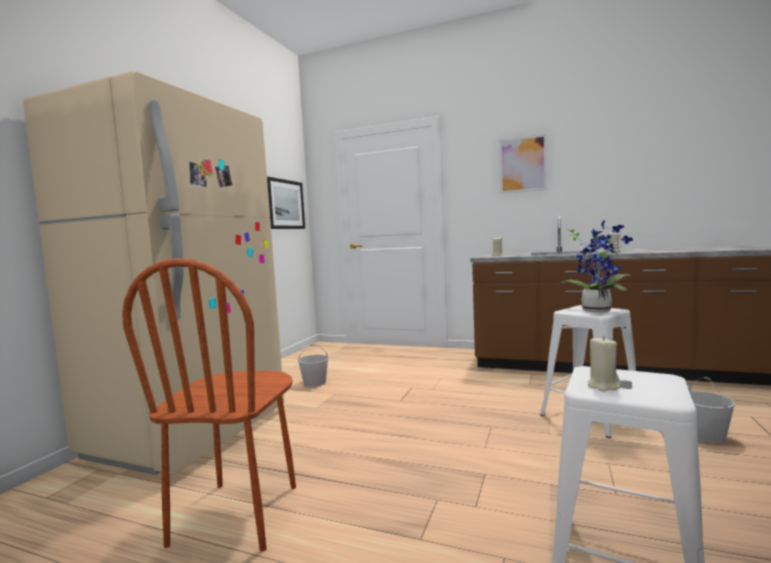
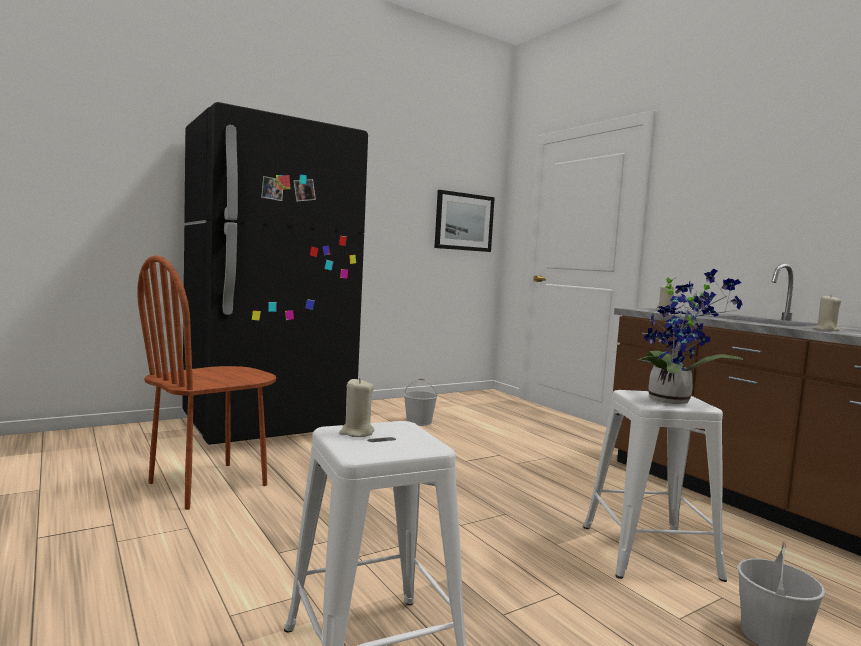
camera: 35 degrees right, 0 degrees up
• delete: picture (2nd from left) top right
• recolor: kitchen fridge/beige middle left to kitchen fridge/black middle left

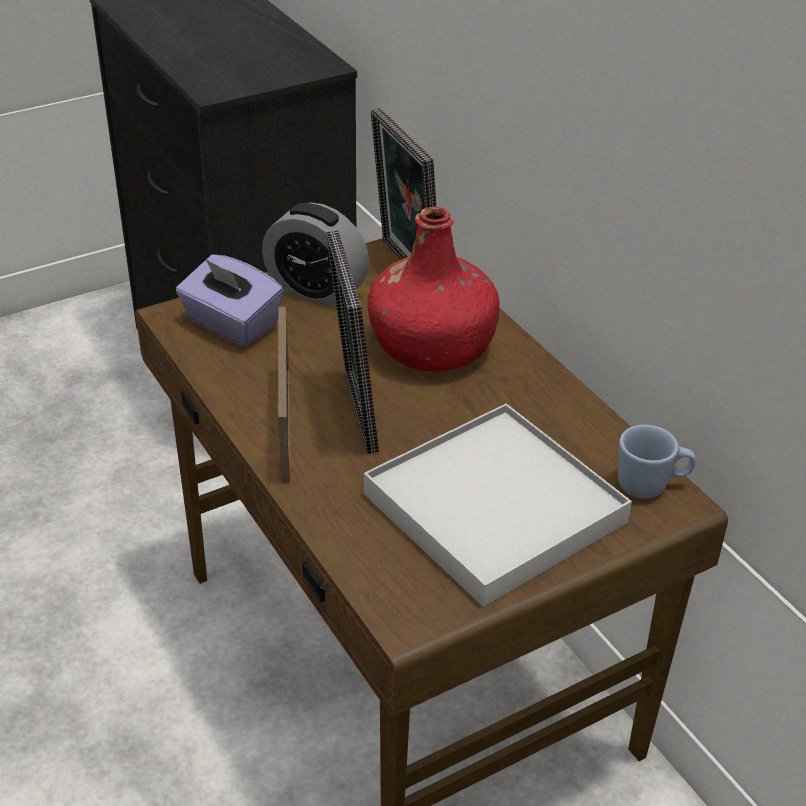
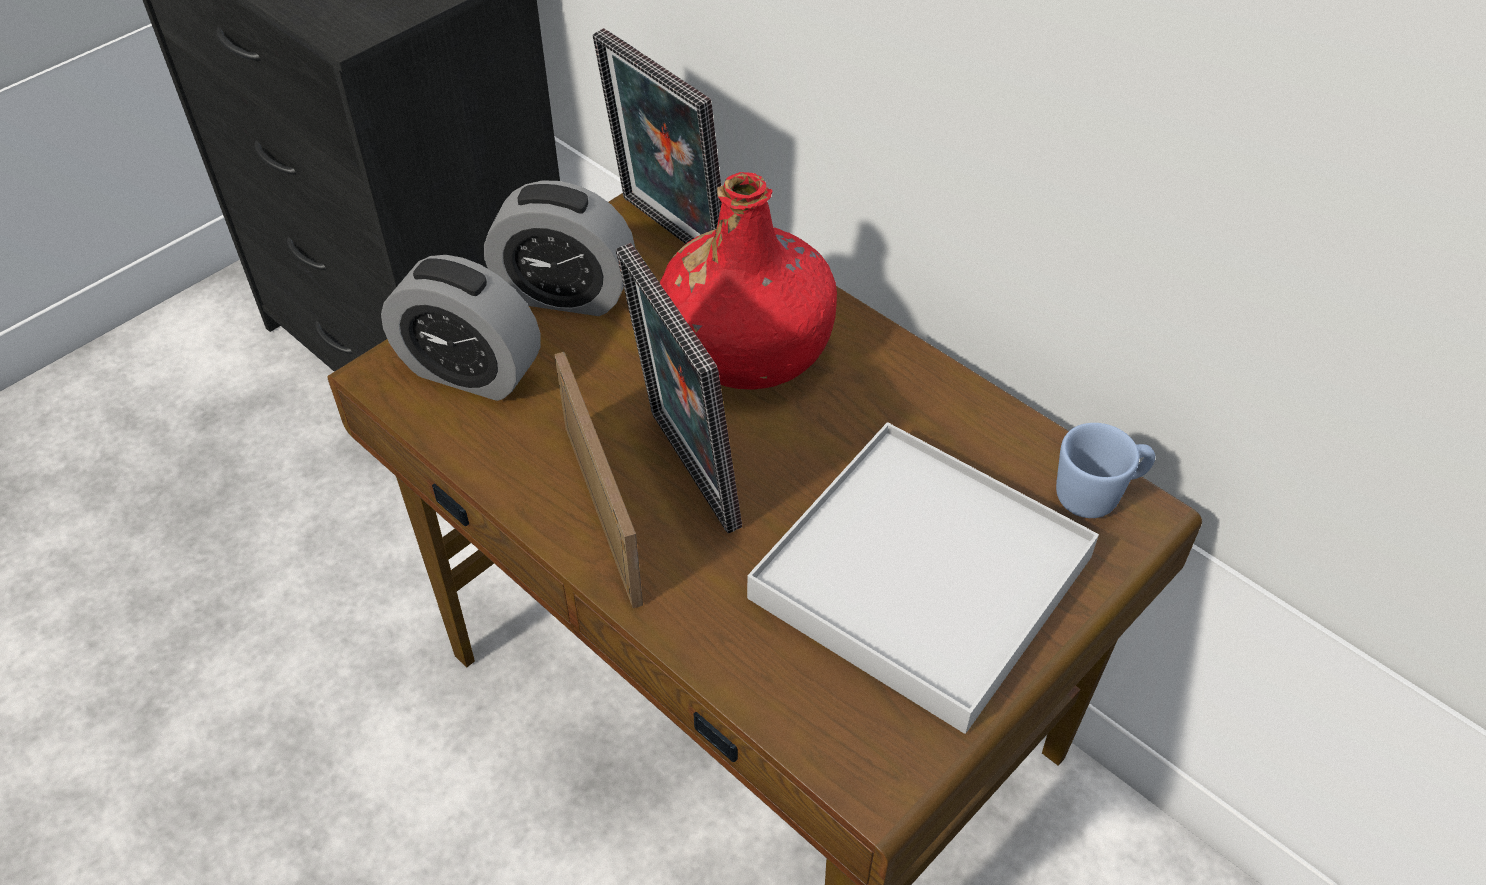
camera: 15 degrees left, 10 degrees up
• replace: tissue box/purplish middle left to bedside clock (1st from left) middle left

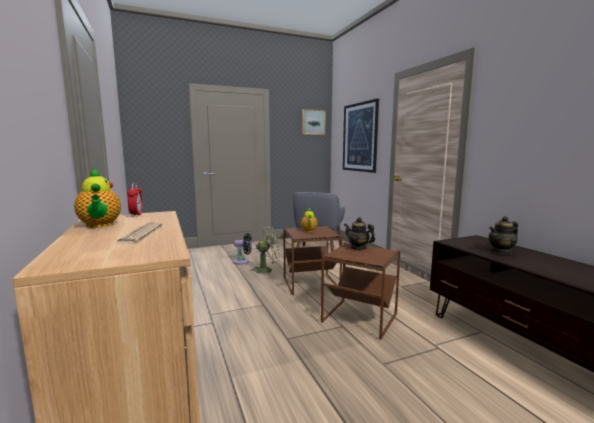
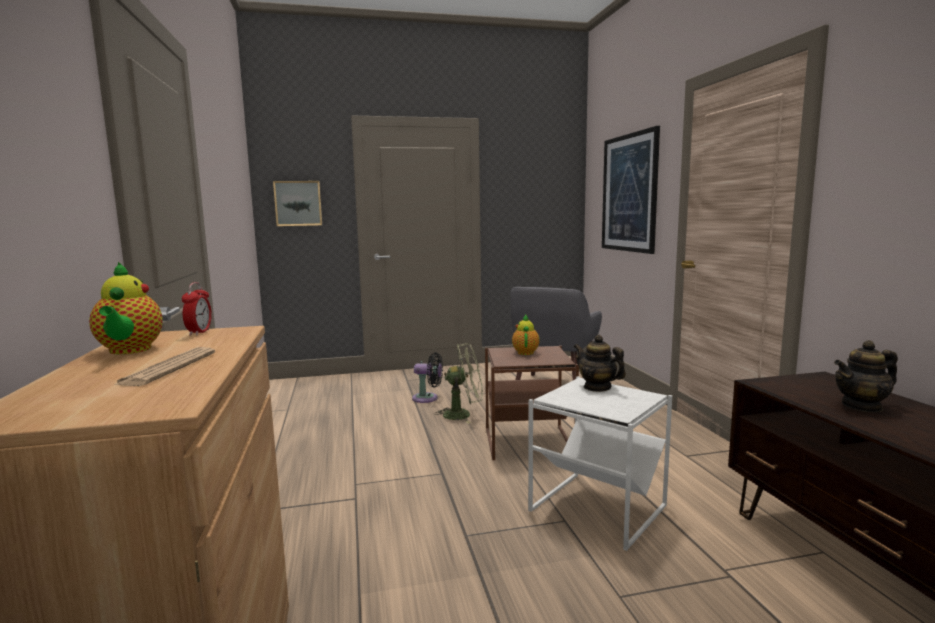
camera: 10 degrees right, 0 degrees up
• move: picture (1st from left) top centre to top left
• recolor: end table/brown-coloured (2nd from left) bottom centre to end table/white bottom centre

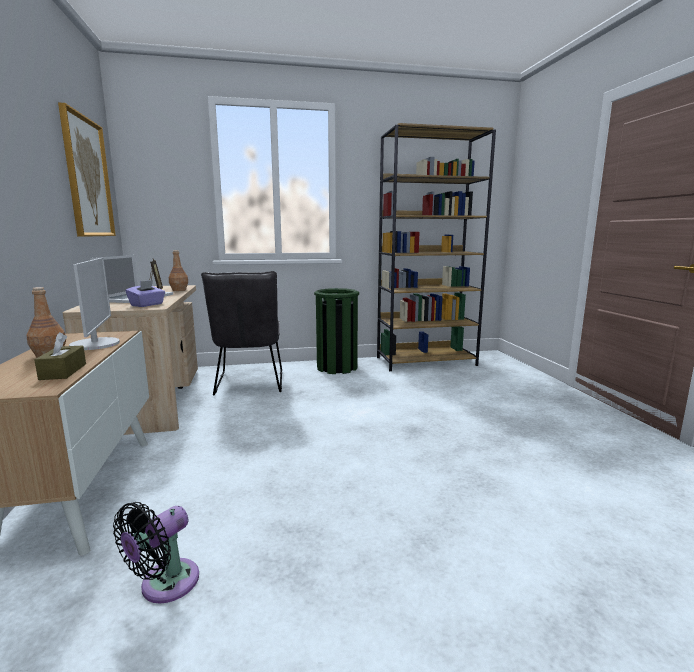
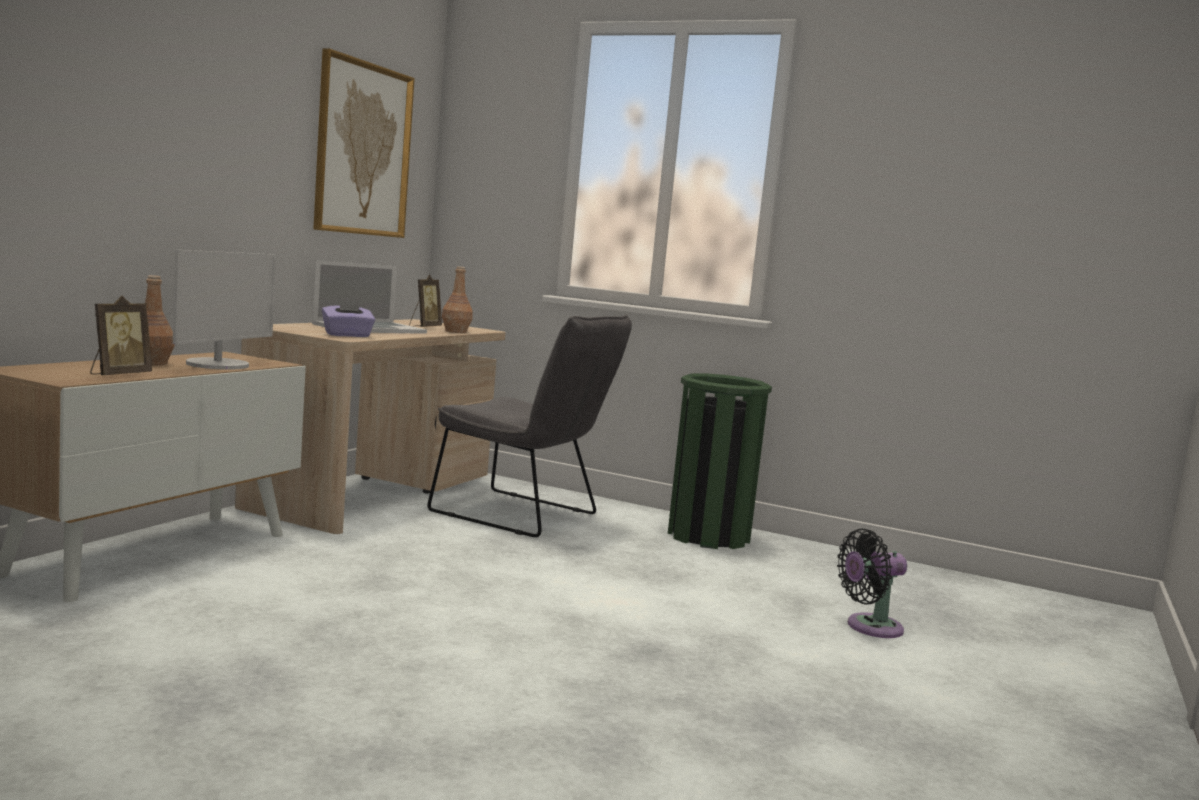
camera: 35 degrees right, 5 degrees down
• delete: shelving unit/brown-coloured centre
• move: cooling fan/black bottom left to bottom right
• replace: tissue box/brown-coloured middle left to photo frame (1st from left) middle left
• rotate: chair/greyish centre = centre 90 degrees counterclockwise

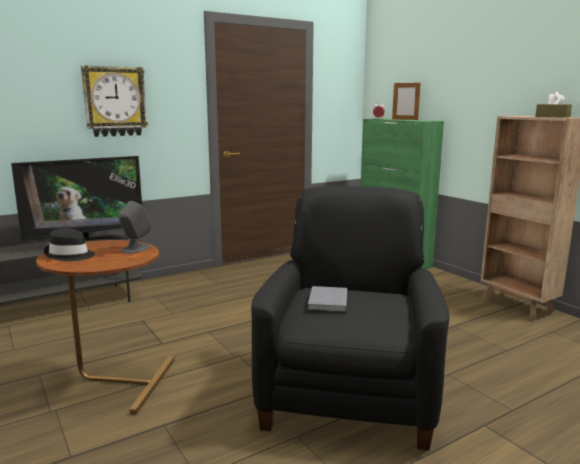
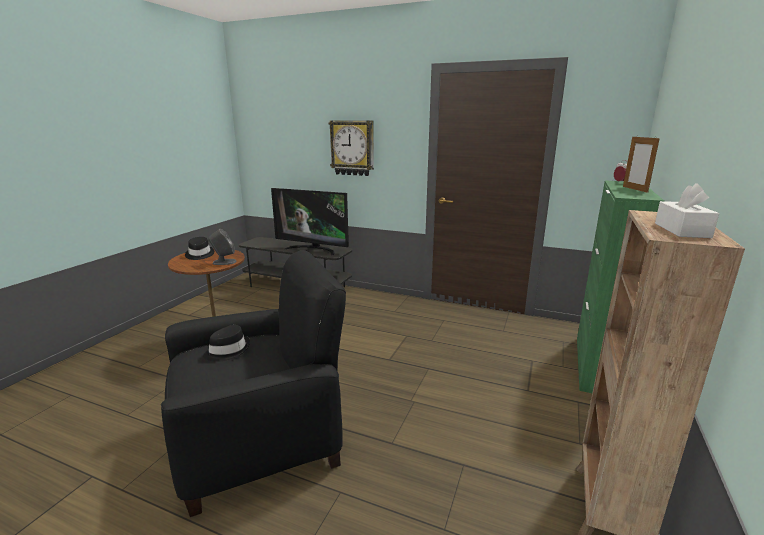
camera: 55 degrees right, 5 degrees up
• replace: volume/greyish centre to wearable hat/black (2nd from left) middle left
• recolor: tissue box/brown-coloured top right to tissue box/white middle right

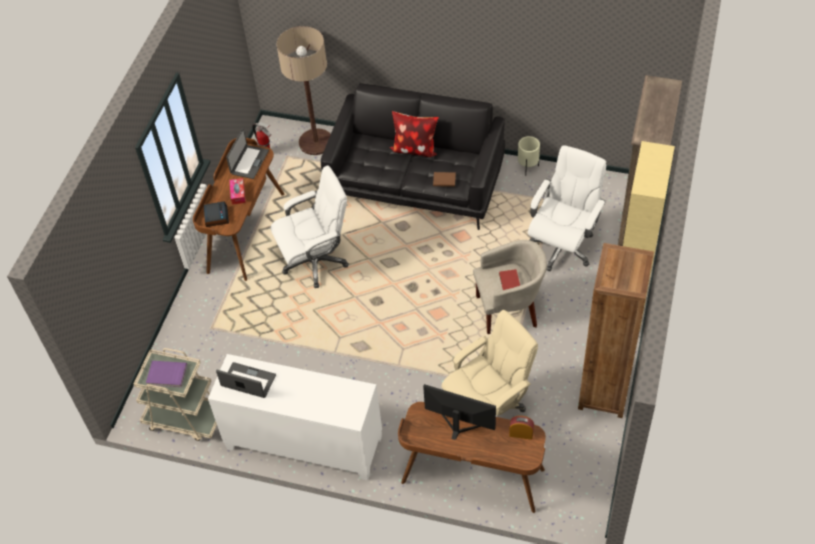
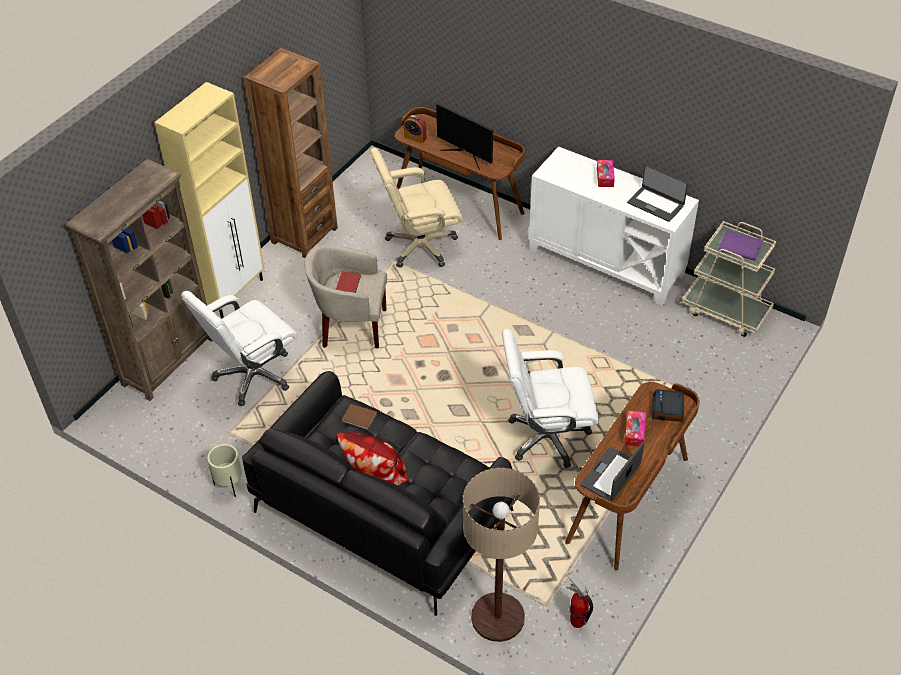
camera: 165 degrees left, 5 degrees down
• insert: tissue box (1st from left) top right

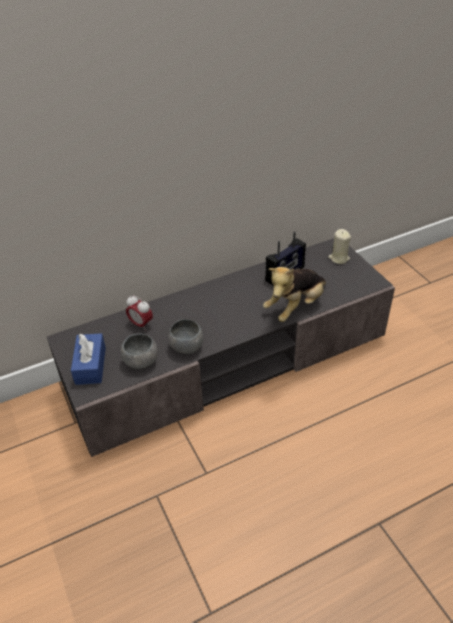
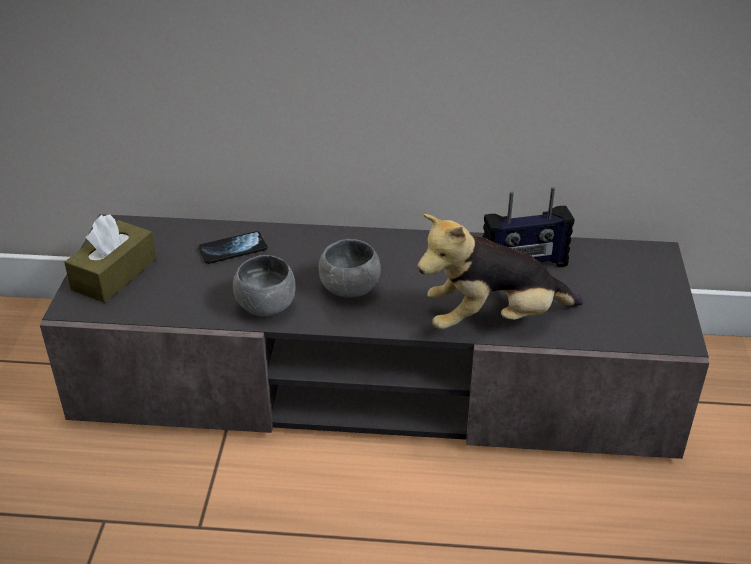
camera: 30 degrees right, 5 degrees down
• delete: wax candle/beige middle right
• move: serving bowl/greyish (1st from left in the first image) middle left to serving bowl/greyish (2nd from left) centre
• replace: bedside clock middle left to phone middle left
• recolor: tissue box/blue middle left to tissue box/brown-coloured middle left

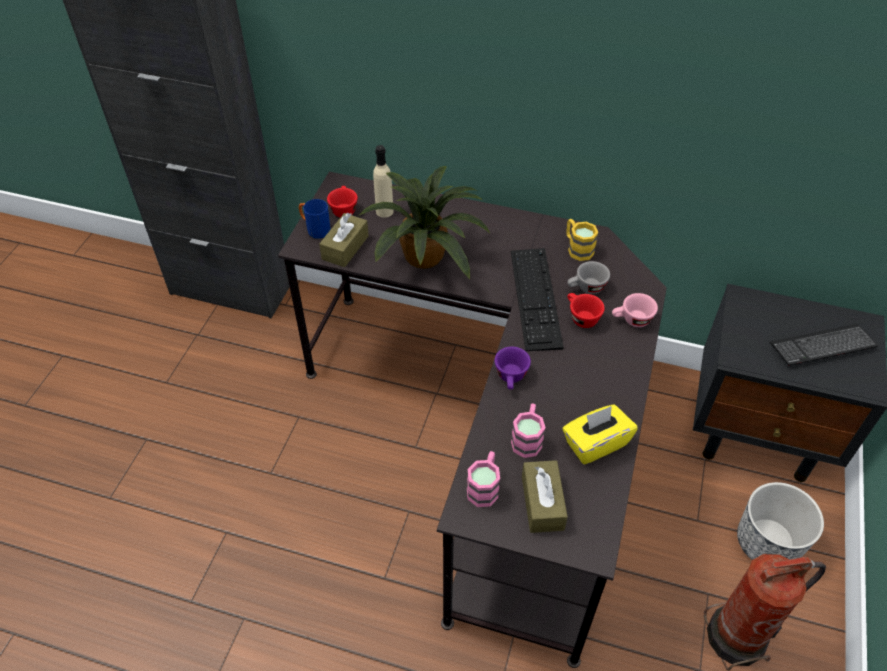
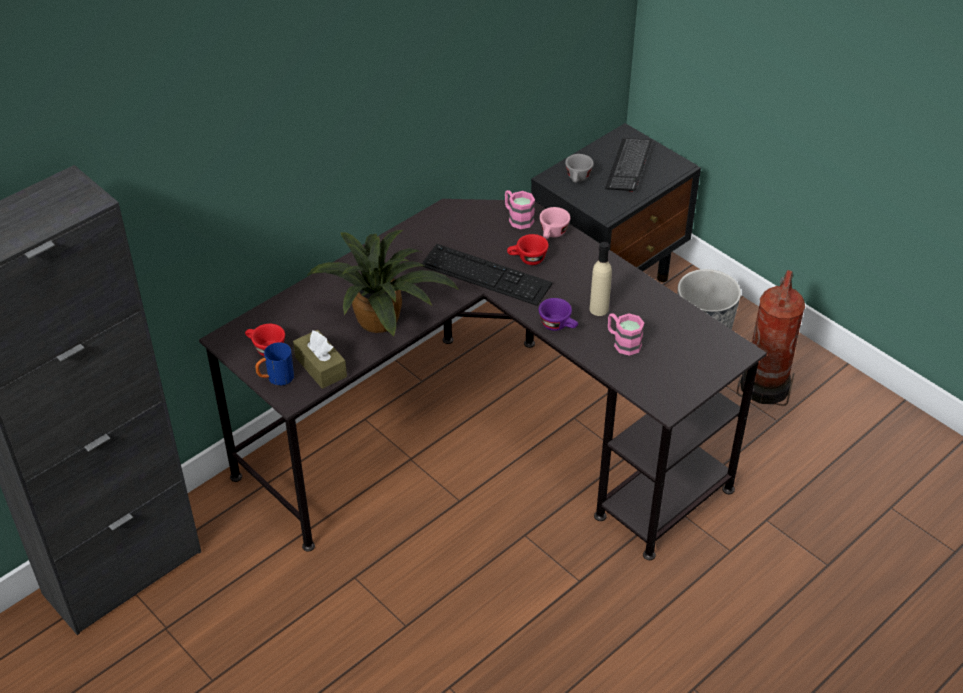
camera: 60 degrees left, 5 degrees down
• delete: tissue box/brown-coloured (2nd from left) bottom centre
• delete: tissue box/yellow-coloured middle right
• delete: mug/yellow-coloured centre
• move: bottle/beige top centre to centre
• move: mug/pink (1st from left) bottom centre to top centre
• move: small cup/greyish centre to top centre

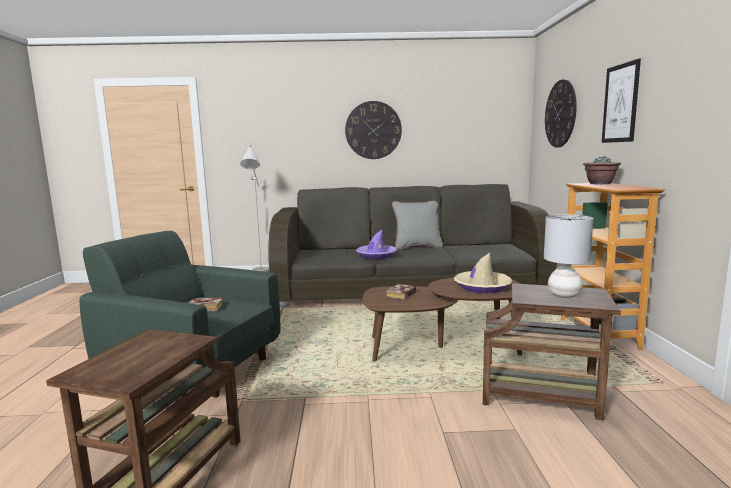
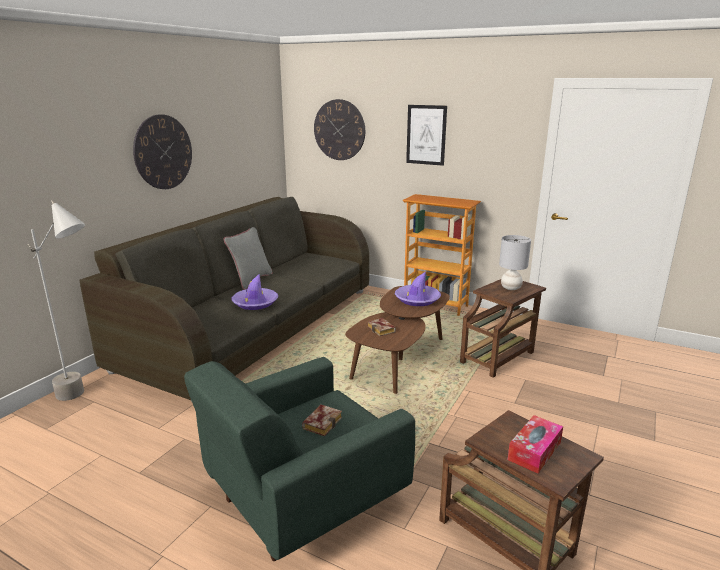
camera: 60 degrees left, 10 degrees up
• delete: potted plant middle right
• insert: tissue box bottom right
• recolor: wearable hat/beige centre to wearable hat/purplish (2nd from left) centre

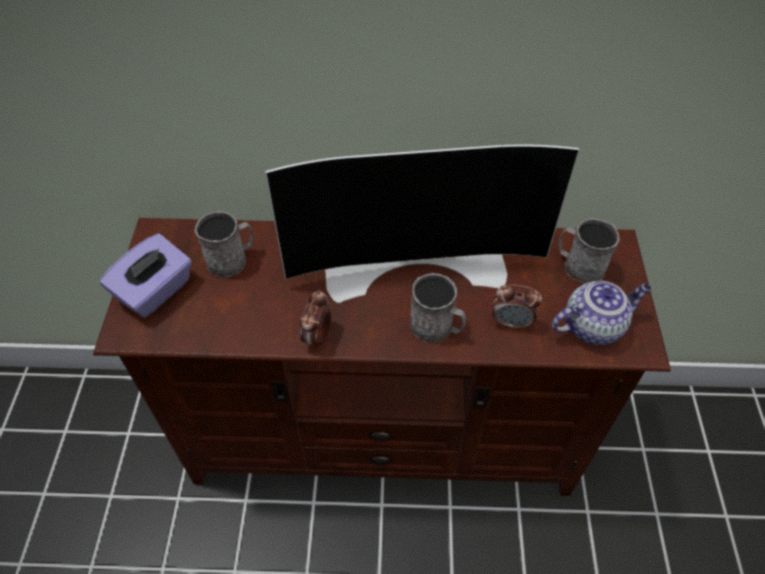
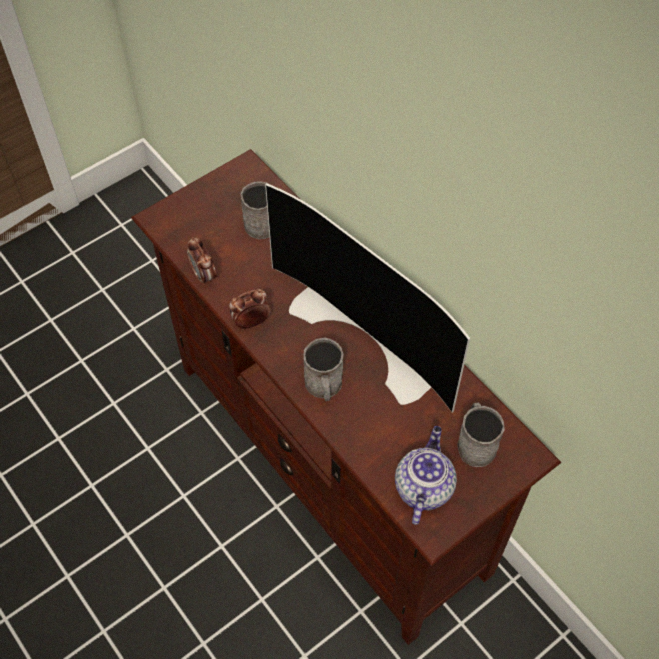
camera: 50 degrees right, 5 degrees up
• delete: tissue box/purplish middle left
• move: bedside clock (2nd from left in the first image) middle right to bedside clock (1st from left) middle left
• rotate: tea pot middle right = bottom centre 105 degrees counterclockwise

